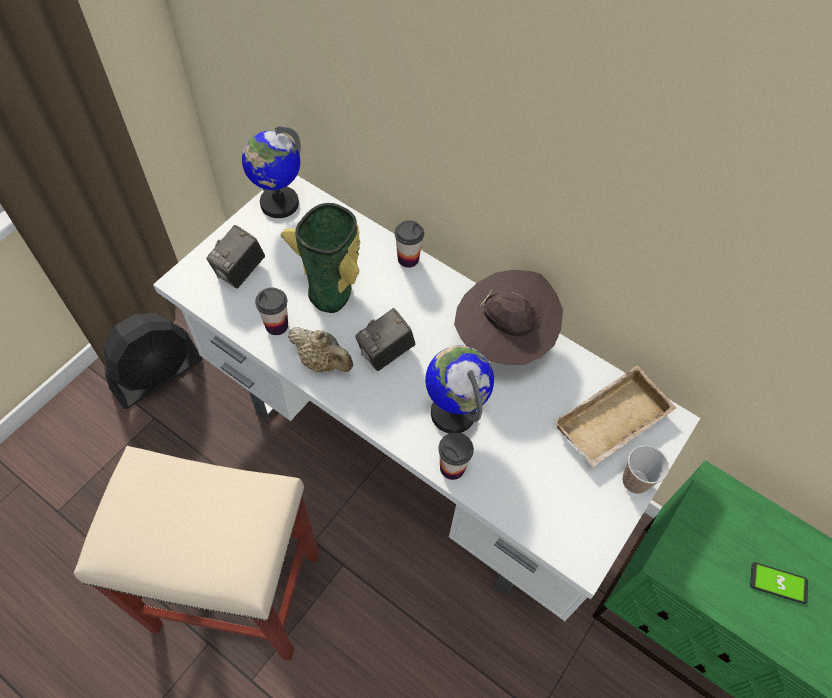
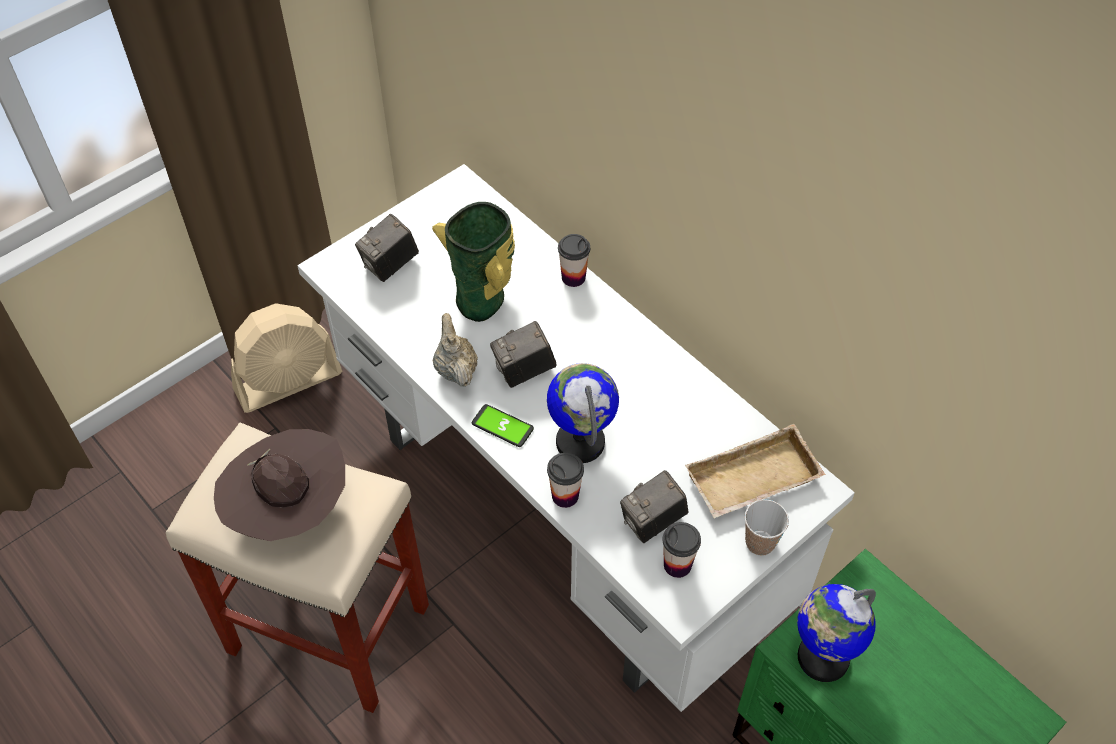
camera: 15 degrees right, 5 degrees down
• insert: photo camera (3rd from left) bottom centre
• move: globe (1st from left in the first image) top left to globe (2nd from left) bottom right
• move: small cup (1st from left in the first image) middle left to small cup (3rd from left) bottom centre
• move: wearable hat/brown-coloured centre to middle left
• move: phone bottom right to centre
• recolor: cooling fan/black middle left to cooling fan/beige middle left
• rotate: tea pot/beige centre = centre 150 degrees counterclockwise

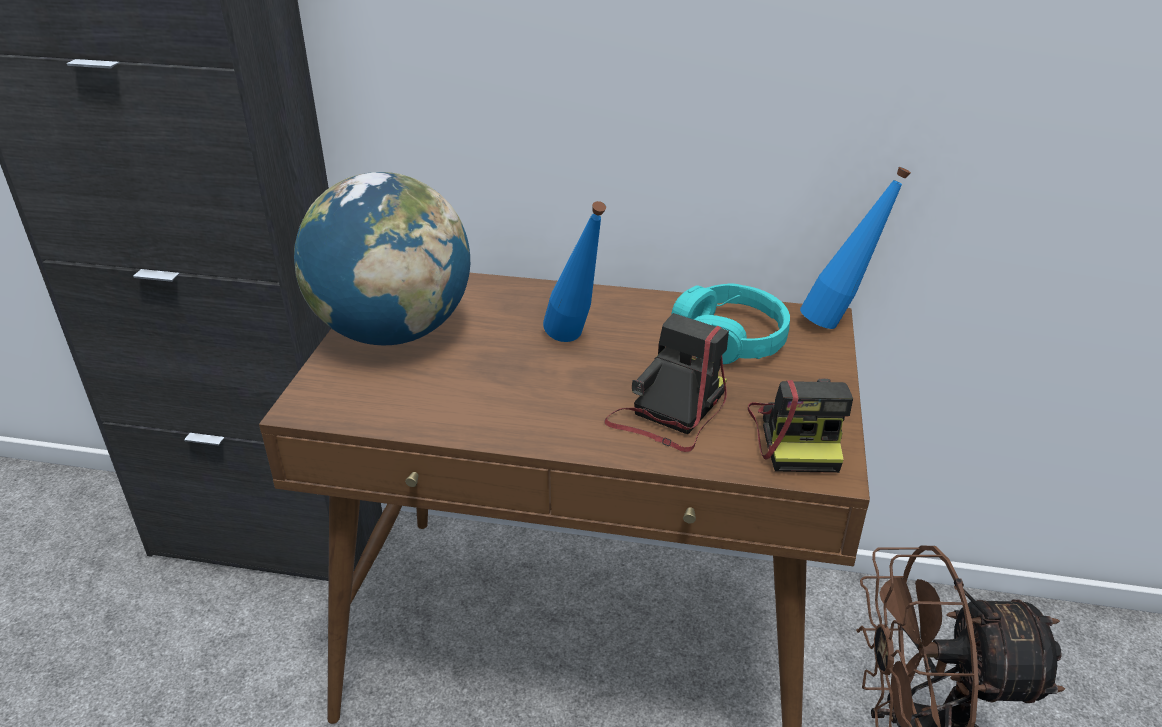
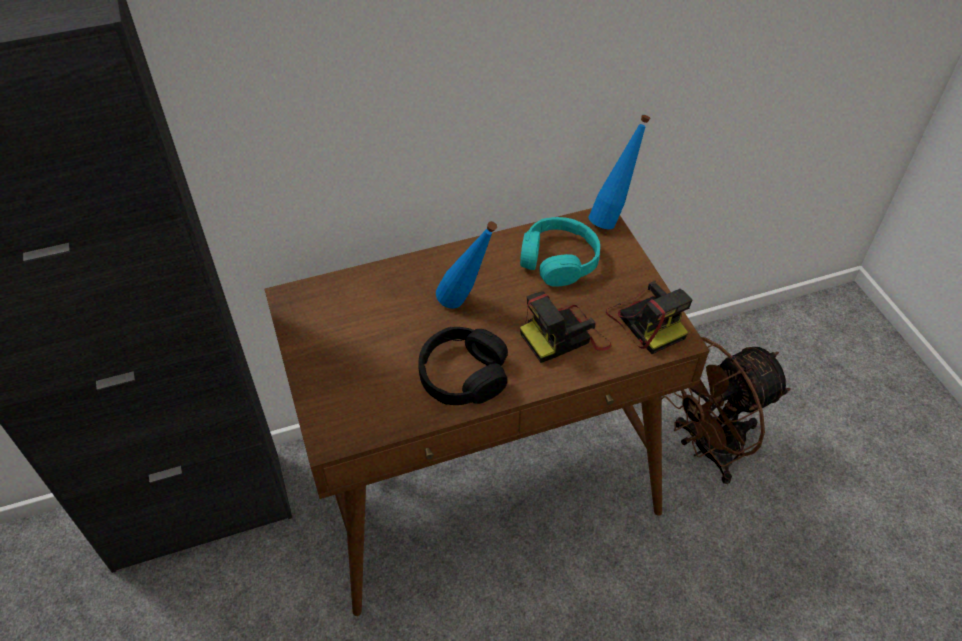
camera: 30 degrees left, 15 degrees up
• delete: globe middle left
• insert: headphones/black centre
• rotate: photo camera (1st from left) centre = centre 120 degrees counterclockwise

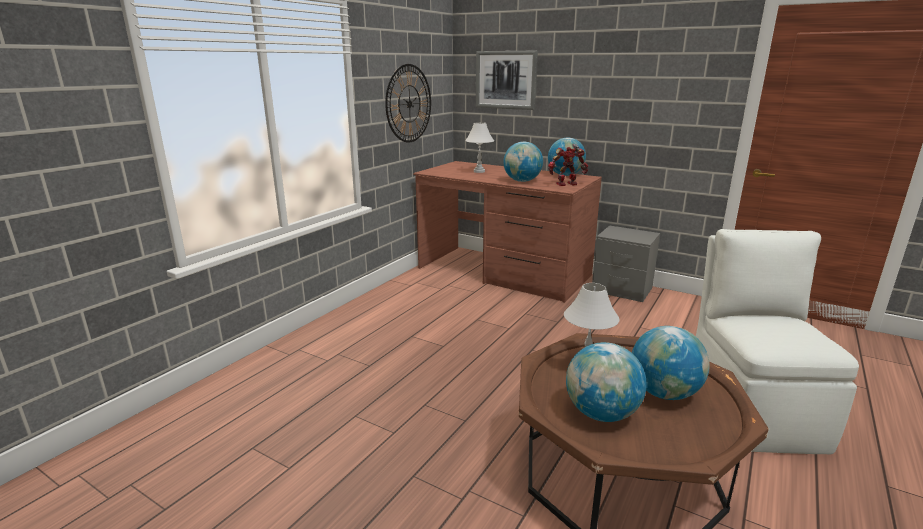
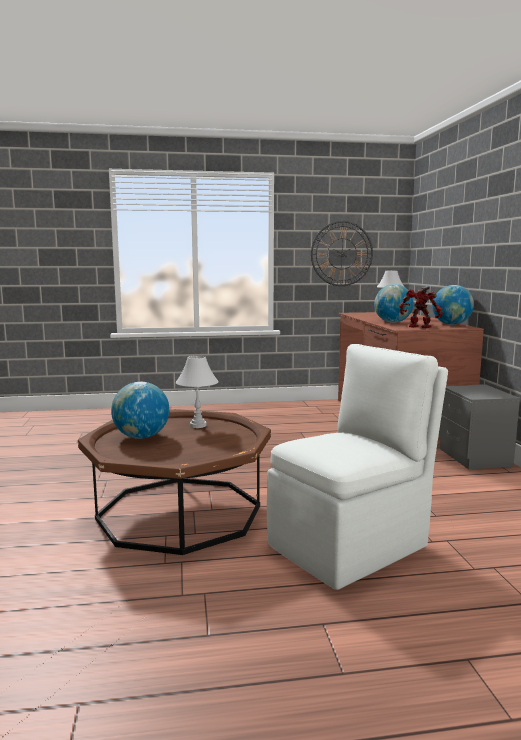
camera: 50 degrees right, 10 degrees down
• delete: picture top centre
• delete: globe (4th from left) bottom right

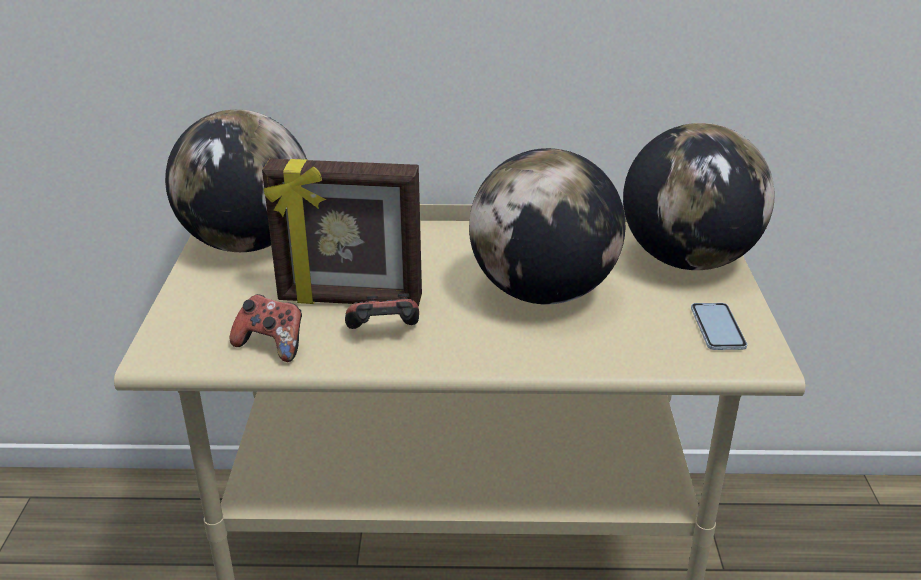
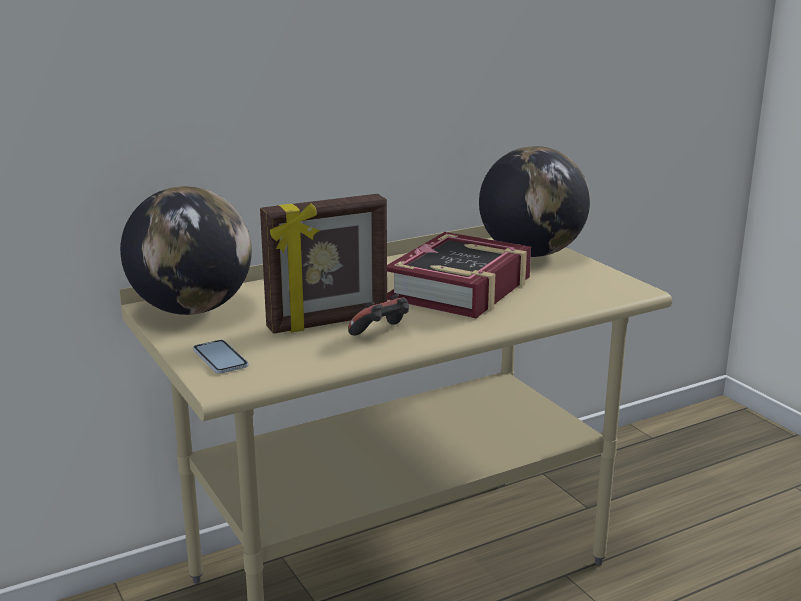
camera: 30 degrees left, 10 degrees down
• delete: joypad (1st from left) middle left
• move: phone middle right to middle left
• replace: globe (2nd from left) centre to volume centre

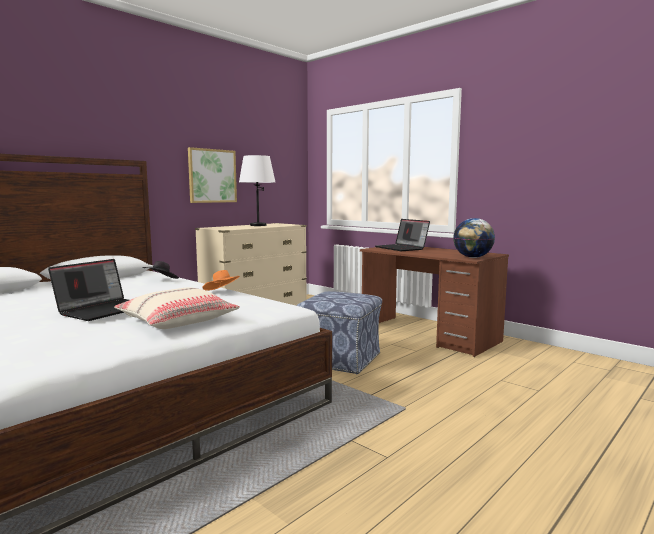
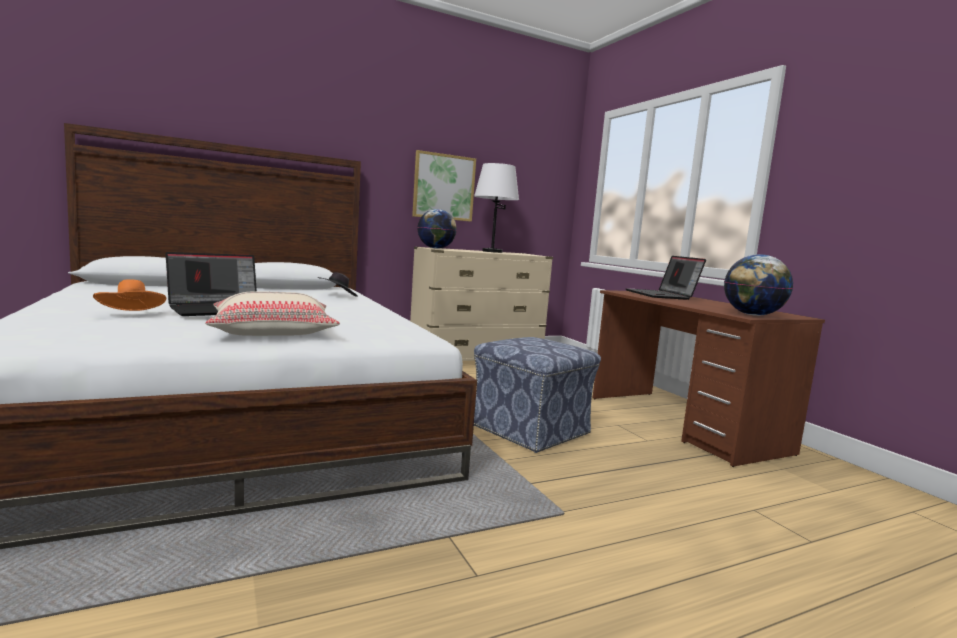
camera: 20 degrees right, 0 degrees up
• insert: globe (1st from left) centre
• move: wearable hat/orange centre to middle left

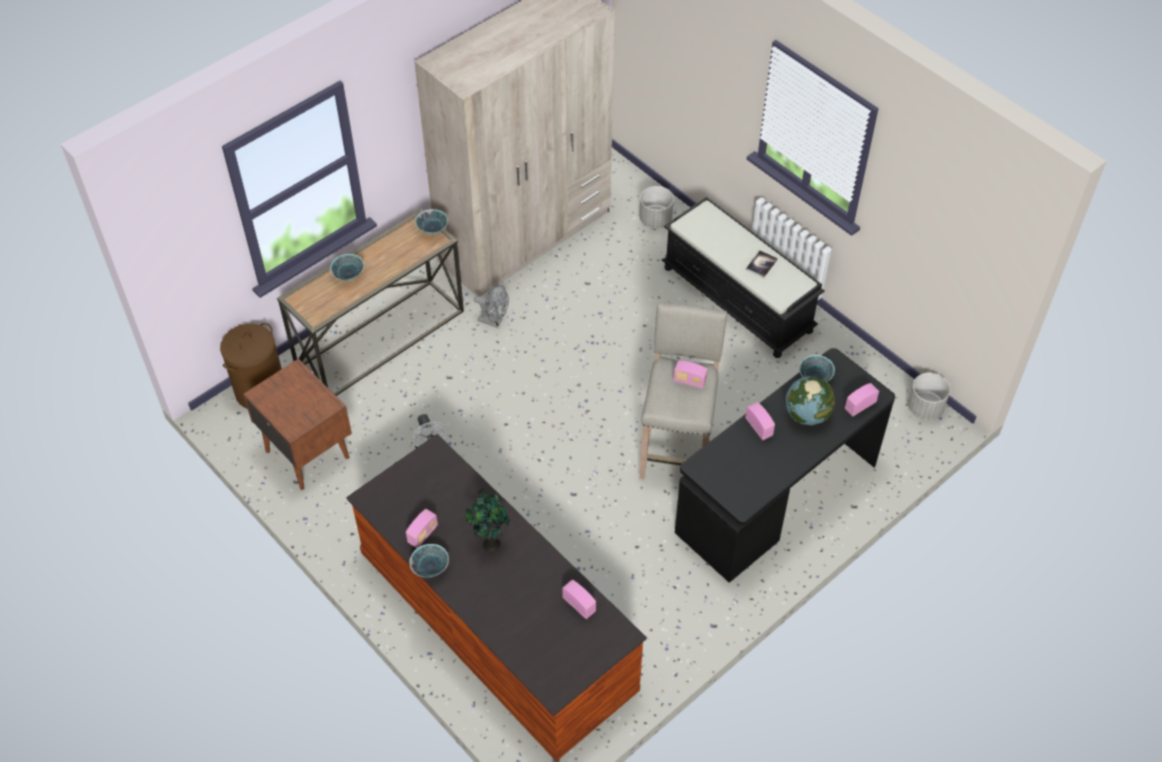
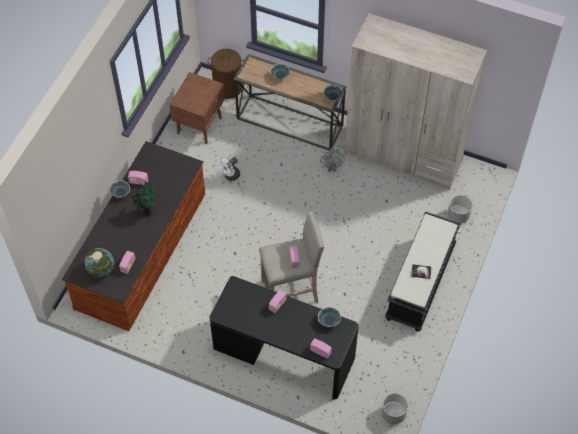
camera: 65 degrees right, 5 degrees up
• move: globe middle right to middle left

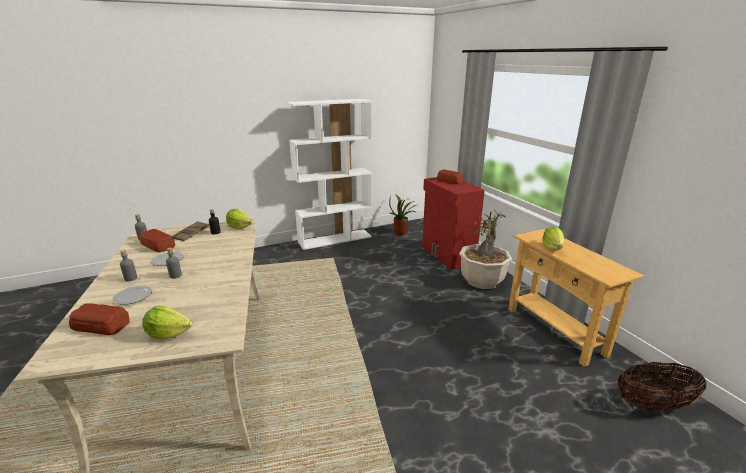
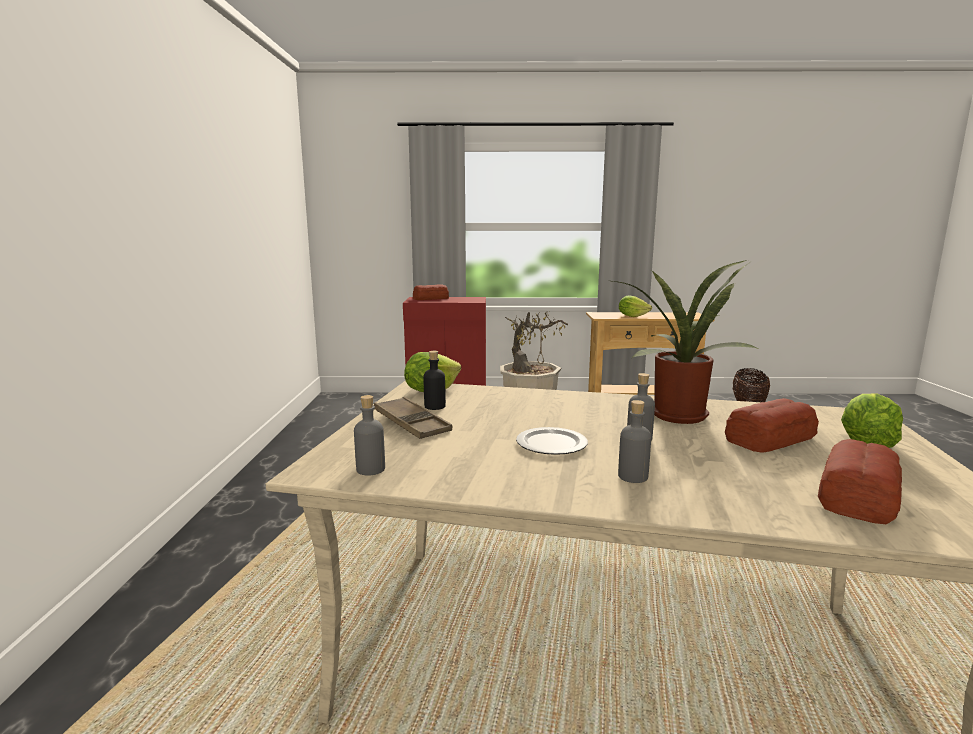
camera: 65 degrees left, 10 degrees down
• delete: dinner plate (1st from left) middle left
• delete: shelving unit/white centre
• move: bakery bread (2nd from left) middle left to middle right
• move: potted plant (1st from left in the first image) centre to potted plant (2nd from left) middle right

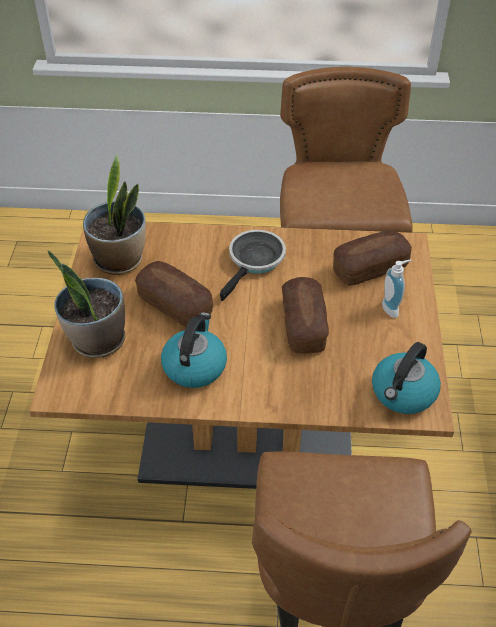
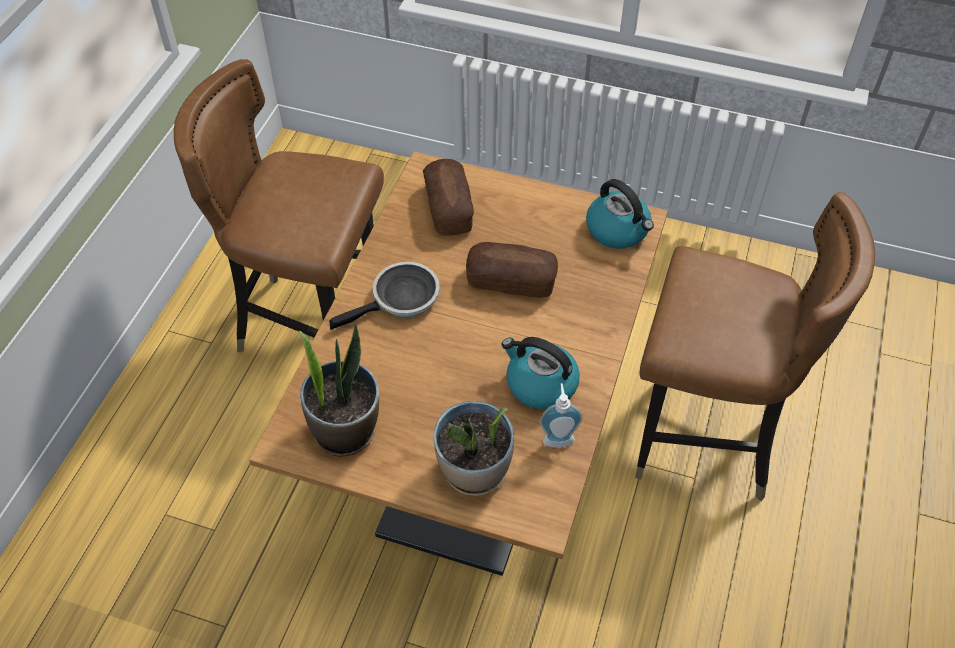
camera: 75 degrees left, 5 degrees up
• delete: bakery bread (1st from left) centre
• move: soap bottle middle right to centre
• rotate: frying pan centre = centre 105 degrees clockwise

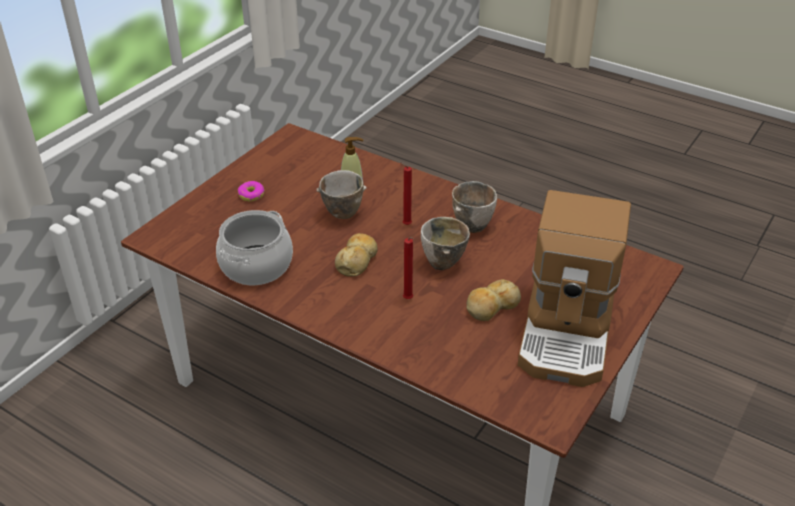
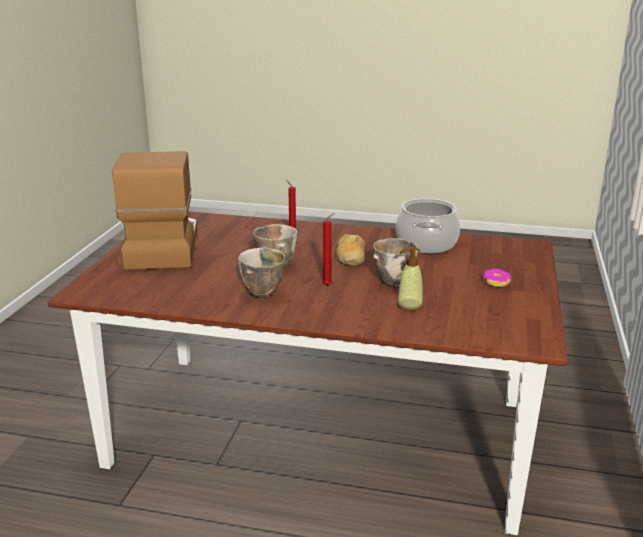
camera: 160 degrees right, 15 degrees down
• delete: bakery bread (2nd from left) centre

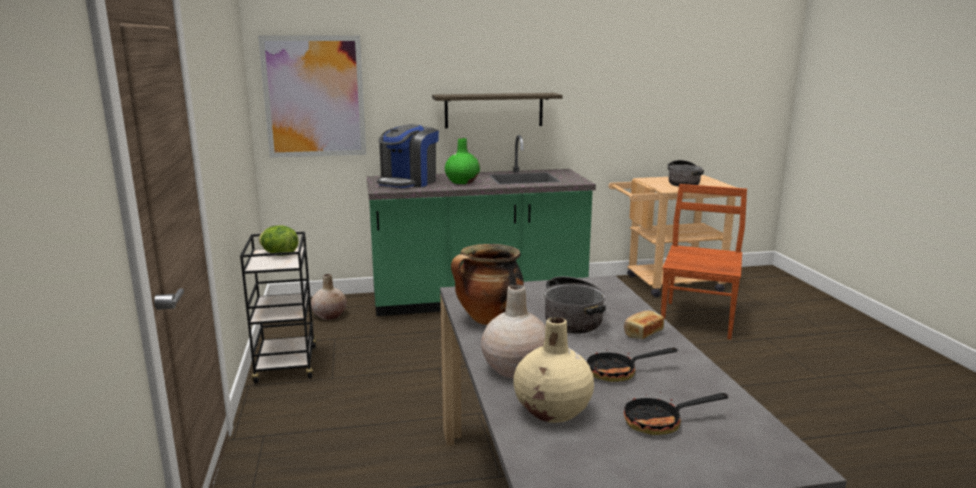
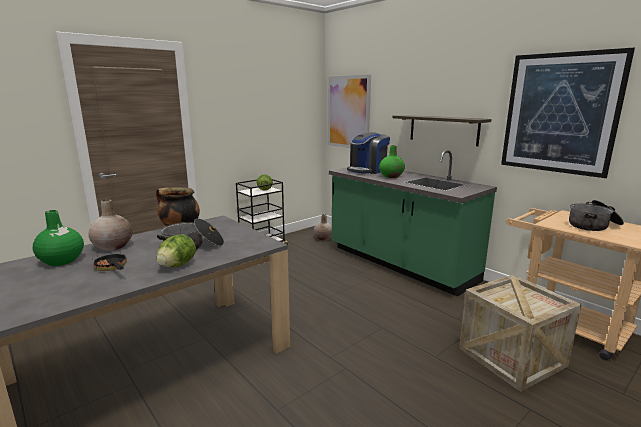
camera: 60 degrees right, 0 degrees up
• delete: frying pan (2nd from left) bottom right
• insert: picture (2nd from left) top right
• replace: bakery bread centre to lettuce (1st from left) middle left
• replace: chair/brown-coloured middle right to crate bottom right
• recolor: decorative vase/beige (3rd from left) bottom centre to decorative vase/greenish (1st from left) middle left
• rotate: coffee brewer top centre = centre 45 degrees counterclockwise

